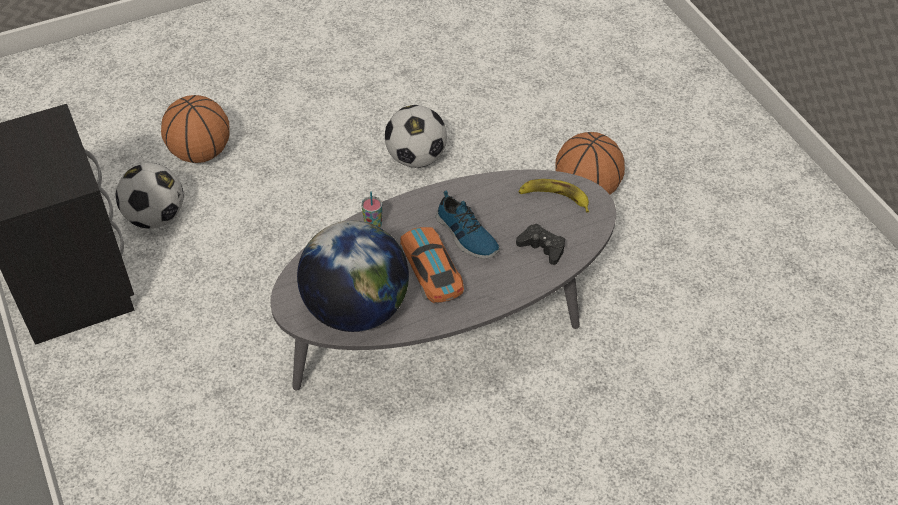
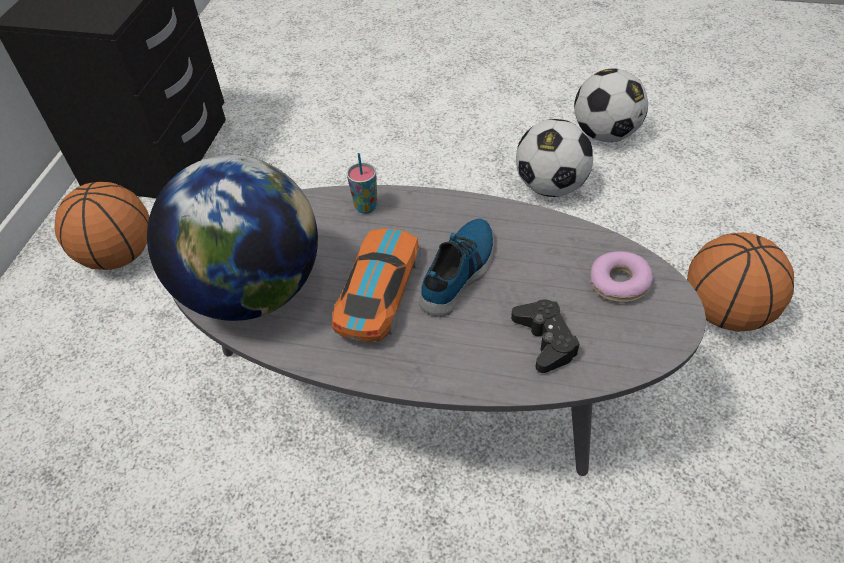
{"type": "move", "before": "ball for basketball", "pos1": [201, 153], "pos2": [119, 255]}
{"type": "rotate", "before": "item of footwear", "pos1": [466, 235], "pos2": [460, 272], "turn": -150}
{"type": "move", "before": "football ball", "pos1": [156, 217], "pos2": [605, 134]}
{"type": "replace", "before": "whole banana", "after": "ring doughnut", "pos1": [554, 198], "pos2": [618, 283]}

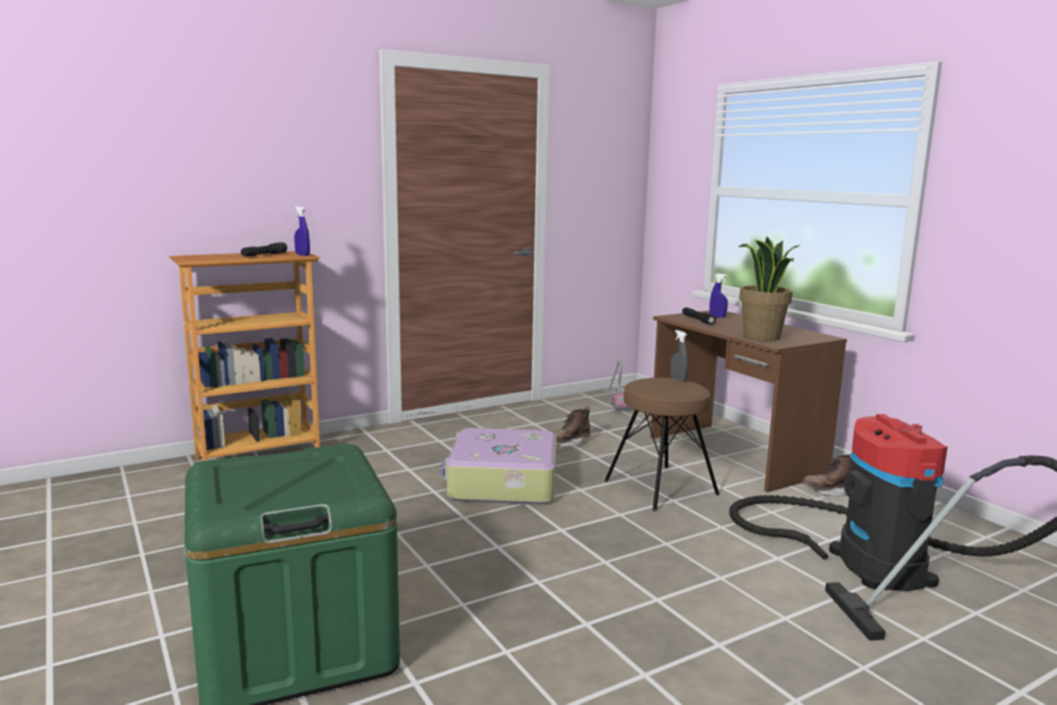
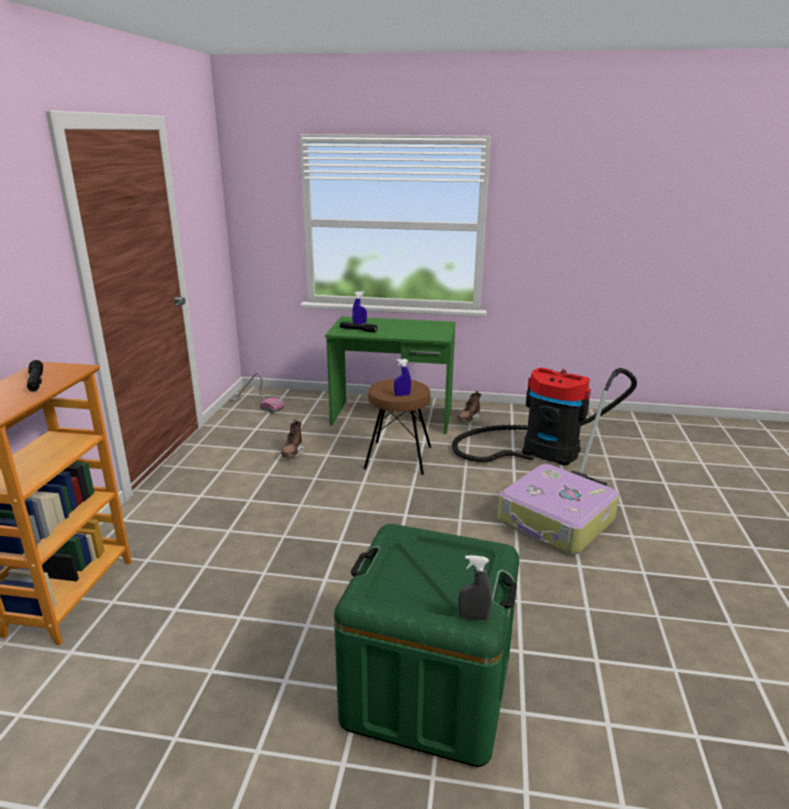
{"type": "recolor", "before": "brown-coloured desk unit", "after": "greenish desk unit", "pos1": [733, 455], "pos2": [392, 417]}
{"type": "move", "before": "bluish sprayer", "pos1": [302, 255], "pos2": [402, 395]}
{"type": "move", "before": "grey sprayer", "pos1": [678, 379], "pos2": [473, 617]}
{"type": "move", "before": "suitcase", "pos1": [502, 483], "pos2": [555, 521]}
{"type": "delete", "before": "plant in a pot", "pos1": [762, 337]}

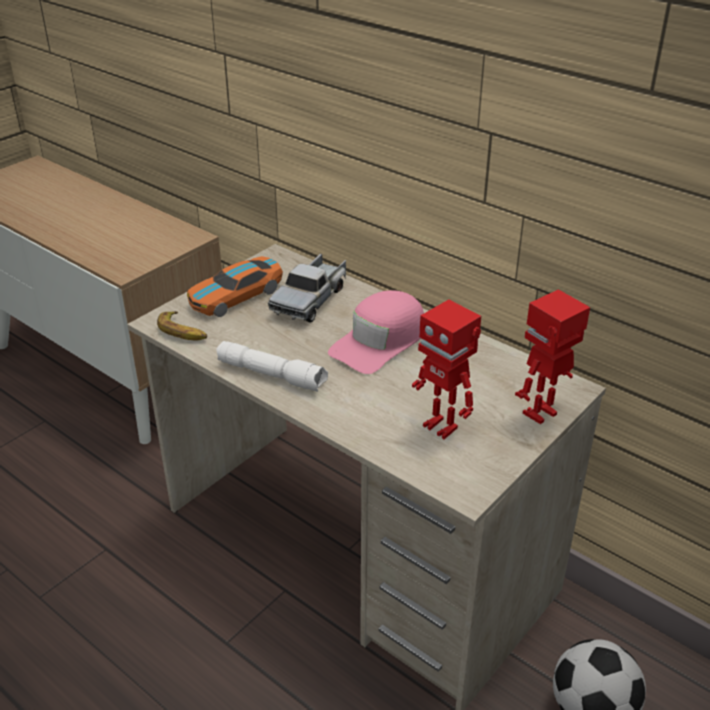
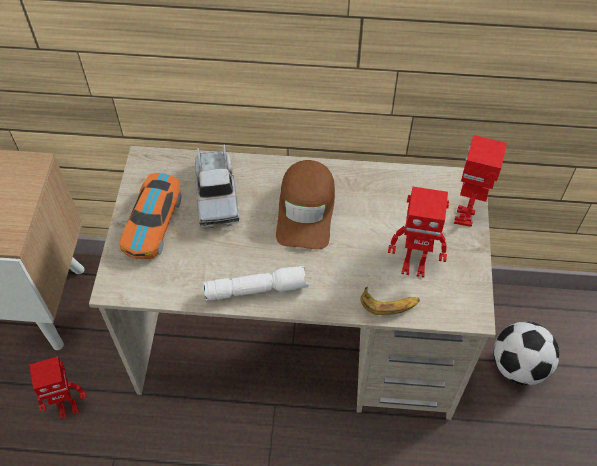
{"type": "insert", "after": "model robot", "pos2": [68, 408]}
{"type": "recolor", "before": "pink cap", "after": "brown-coloured cap", "pos1": [379, 342], "pos2": [306, 210]}
{"type": "move", "before": "whole banana", "pos1": [183, 332], "pos2": [389, 303]}

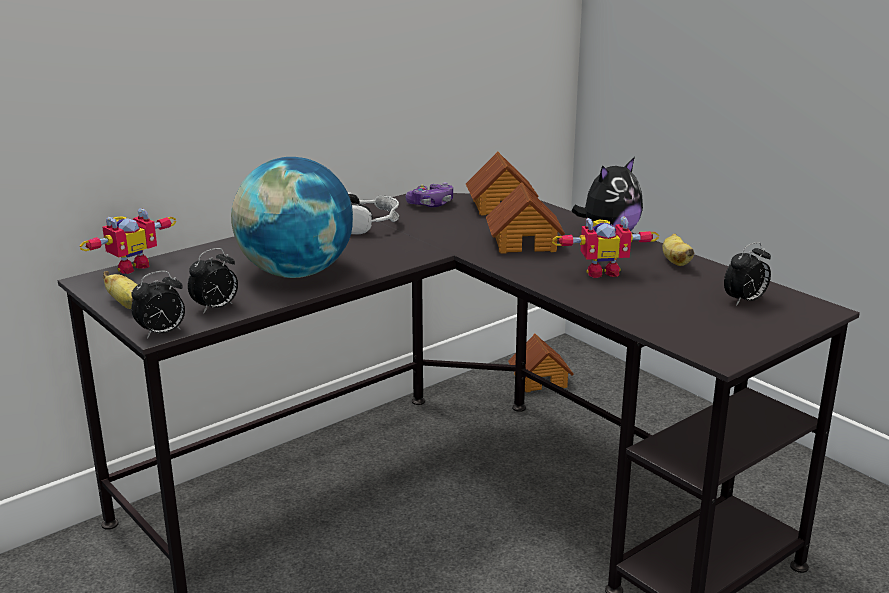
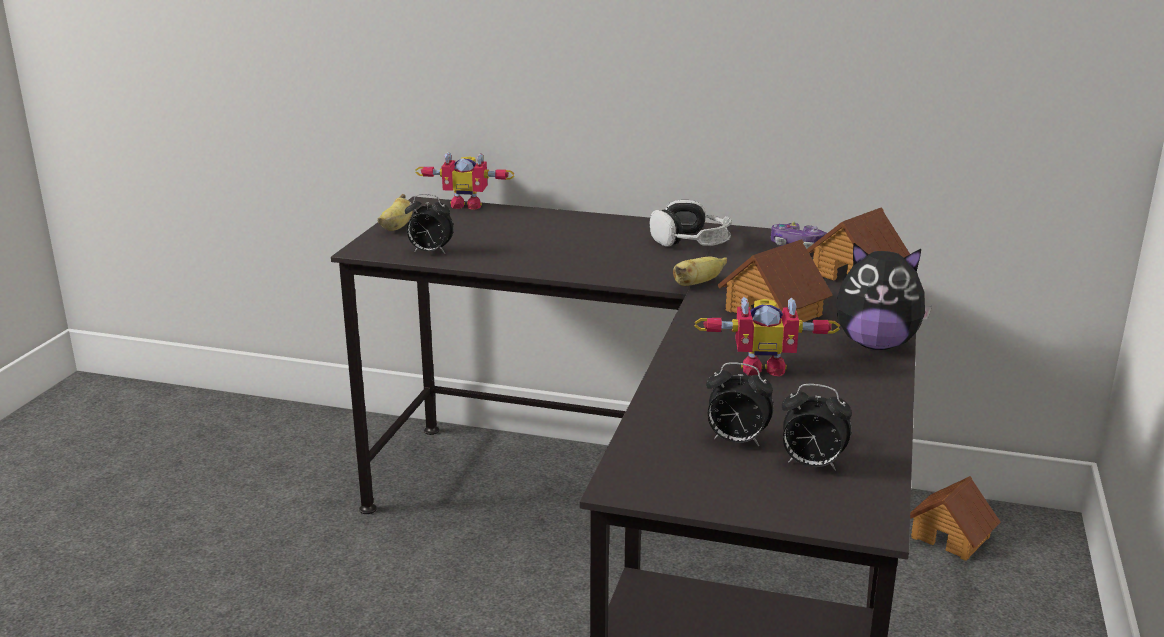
{"type": "move", "before": "whole banana", "pos1": [675, 262], "pos2": [697, 284]}
{"type": "rotate", "before": "model robot", "pos1": [601, 271], "pos2": [763, 367], "turn": -45}
{"type": "move", "before": "bedside clock", "pos1": [162, 333], "pos2": [736, 441]}
{"type": "delete", "before": "world globe", "pos1": [296, 273]}

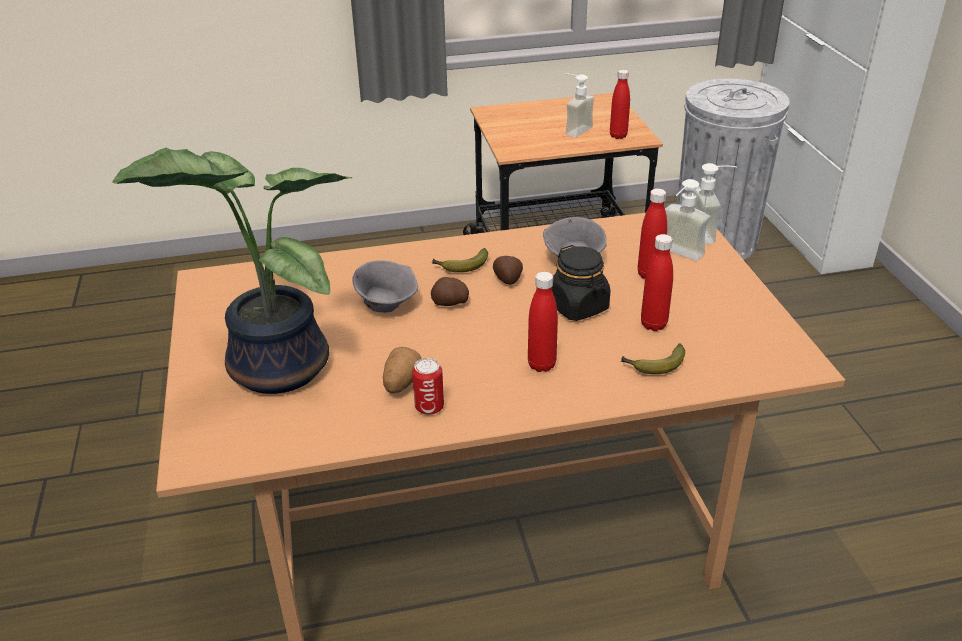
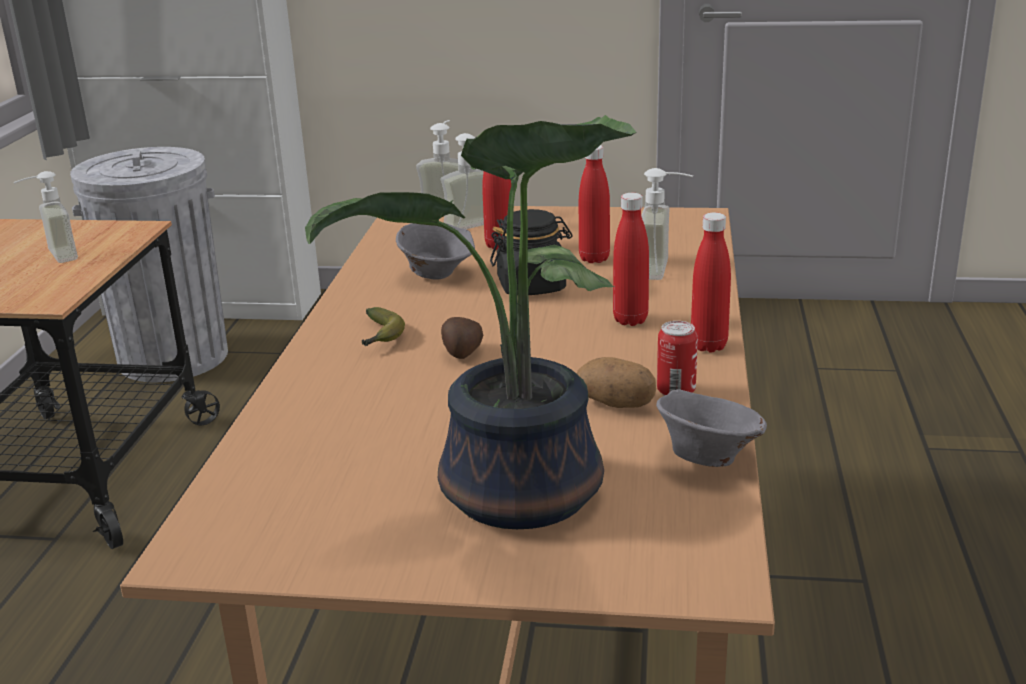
{"type": "replace", "before": "whole banana", "after": "soap dispenser", "pos1": [654, 366], "pos2": [665, 270]}
{"type": "move", "before": "grey serving bowl", "pos1": [387, 305], "pos2": [707, 457]}
{"type": "move", "before": "red-coloured beverage bottle", "pos1": [618, 136], "pos2": [708, 346]}
{"type": "delete", "before": "potato", "pos1": [508, 280]}

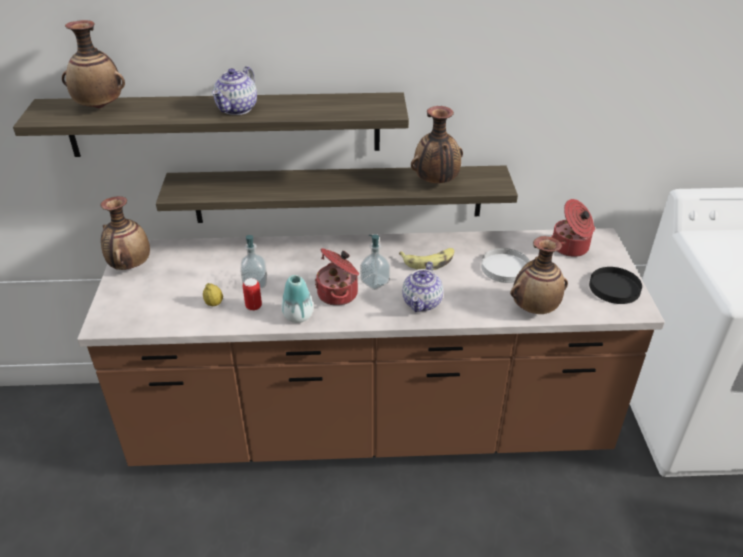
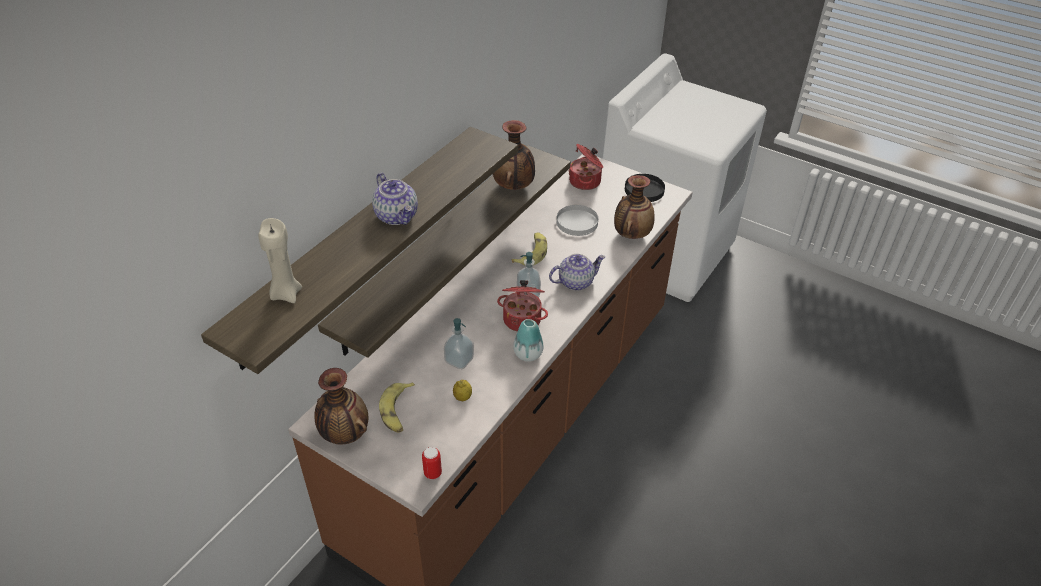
{"type": "replace", "before": "flower vase", "after": "sand-coloured wax candle", "pos1": [100, 107], "pos2": [286, 293]}
{"type": "insert", "after": "whole banana", "pos2": [398, 411]}
{"type": "move", "before": "can", "pos1": [253, 306], "pos2": [432, 473]}
{"type": "rotate", "before": "pot for tea", "pos1": [422, 303], "pos2": [576, 282], "turn": -75}

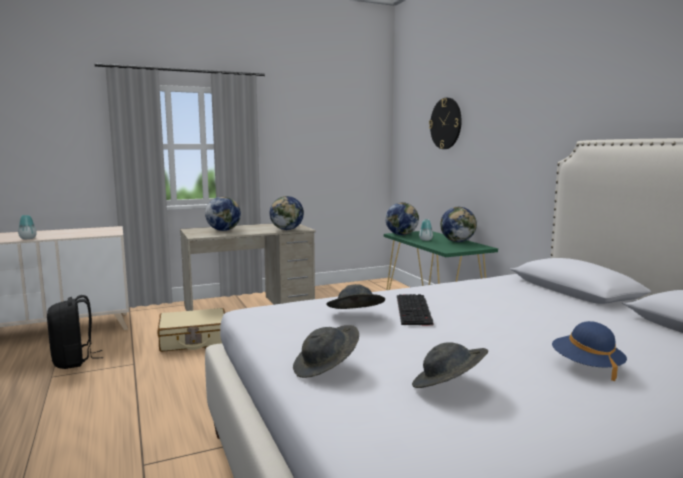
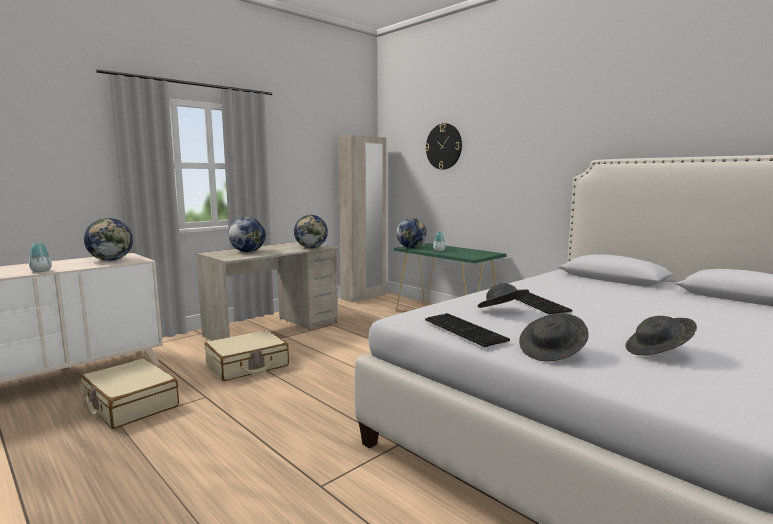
{"type": "replace", "before": "blackish rucksack", "after": "sand-coloured suitcase", "pos1": [74, 361], "pos2": [130, 404]}
{"type": "move", "before": "world globe", "pos1": [457, 241], "pos2": [111, 260]}
{"type": "insert", "after": "sand-coloured armoire", "pos2": [364, 297]}
{"type": "insert", "after": "PC keyboard", "pos2": [466, 330]}
{"type": "delete", "before": "bluish wearable hat", "pos1": [586, 367]}

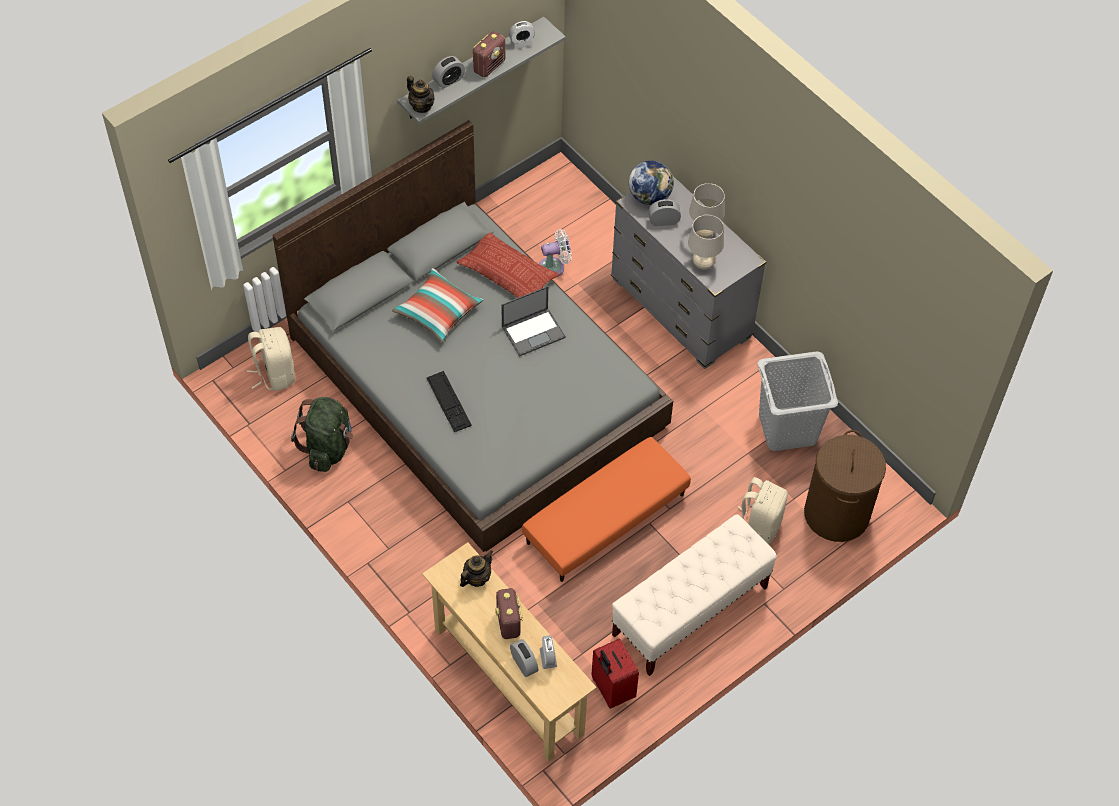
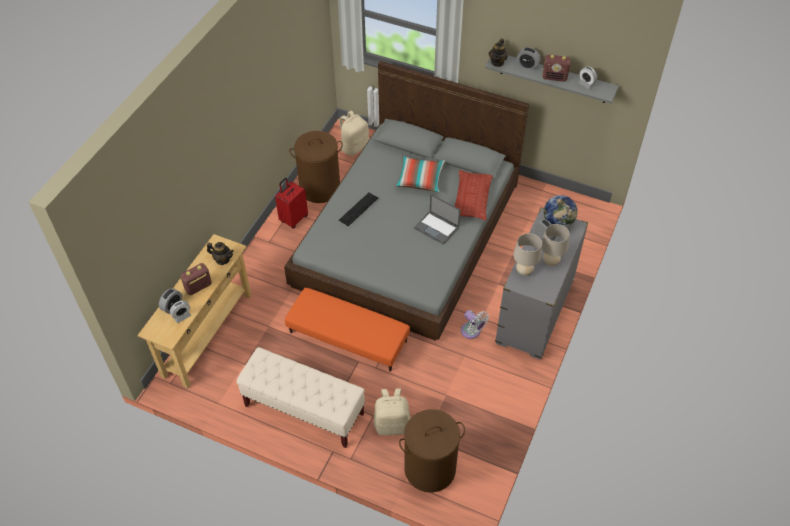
{"type": "move", "before": "red-coloured suitcase", "pos1": [611, 689], "pos2": [293, 219]}
{"type": "replace", "before": "greenish rucksack", "after": "brown-coloured washing basket", "pos1": [328, 447], "pos2": [320, 188]}
{"type": "move", "before": "whitish electric fan", "pos1": [554, 267], "pos2": [472, 332]}
{"type": "delete", "before": "grey washing basket", "pos1": [787, 428]}

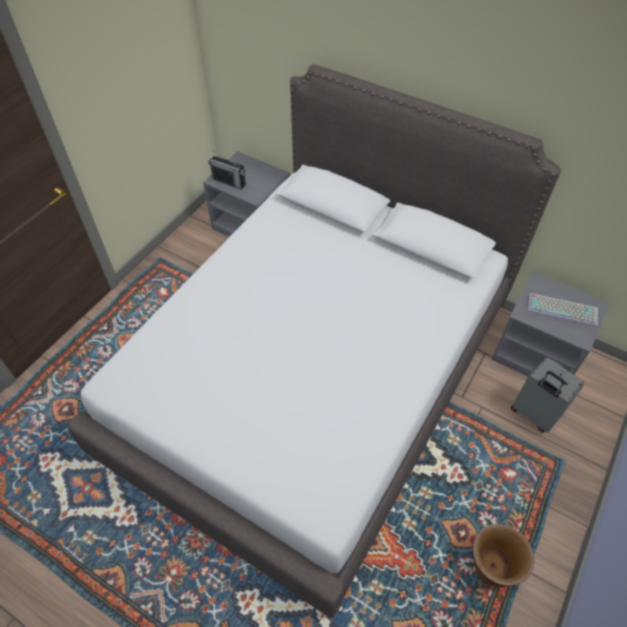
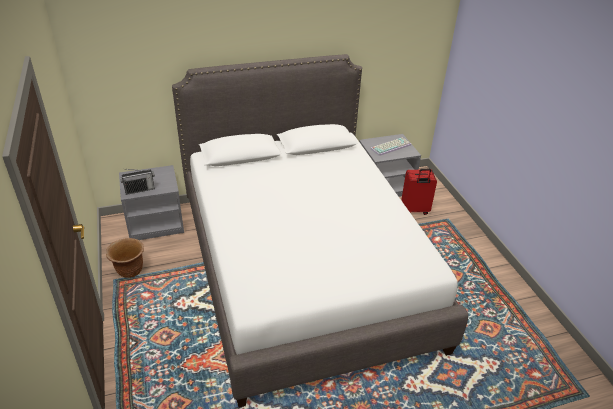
{"type": "move", "before": "brown-coloured planter", "pos1": [492, 567], "pos2": [129, 271]}
{"type": "recolor", "before": "grey suitcase", "after": "red-coloured suitcase", "pos1": [533, 414], "pos2": [414, 210]}

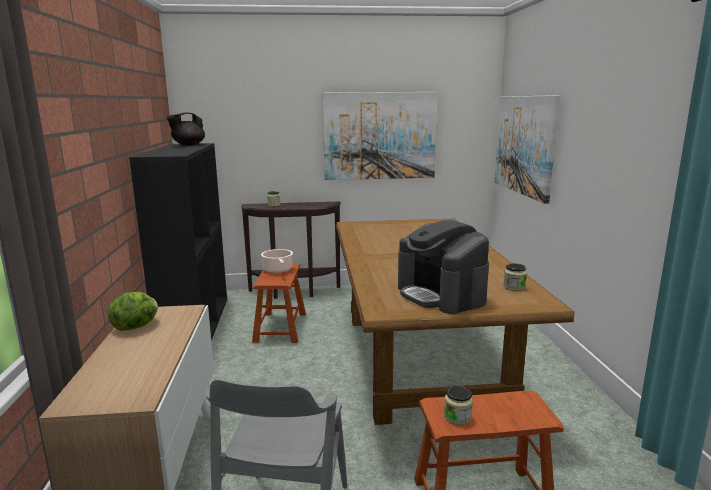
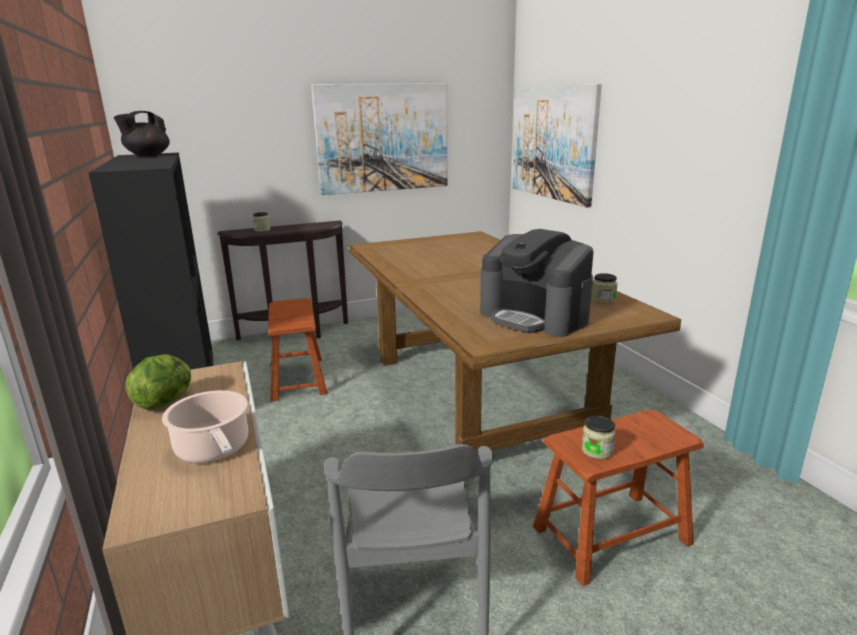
{"type": "move", "before": "saucepot", "pos1": [278, 270], "pos2": [213, 449]}

